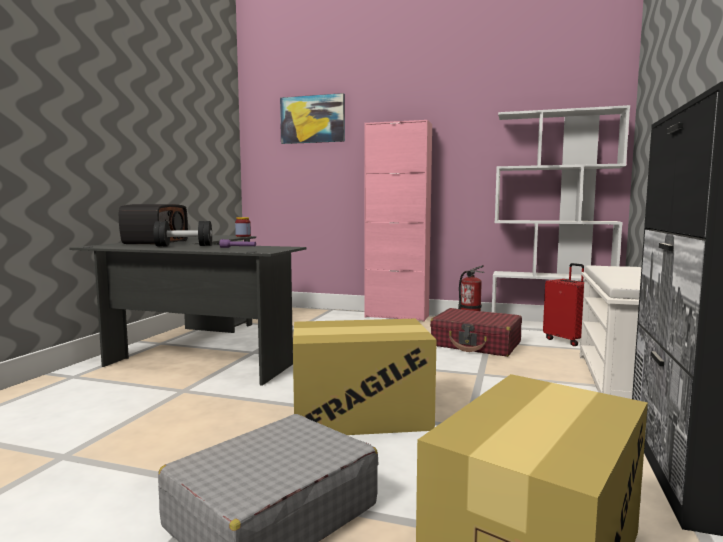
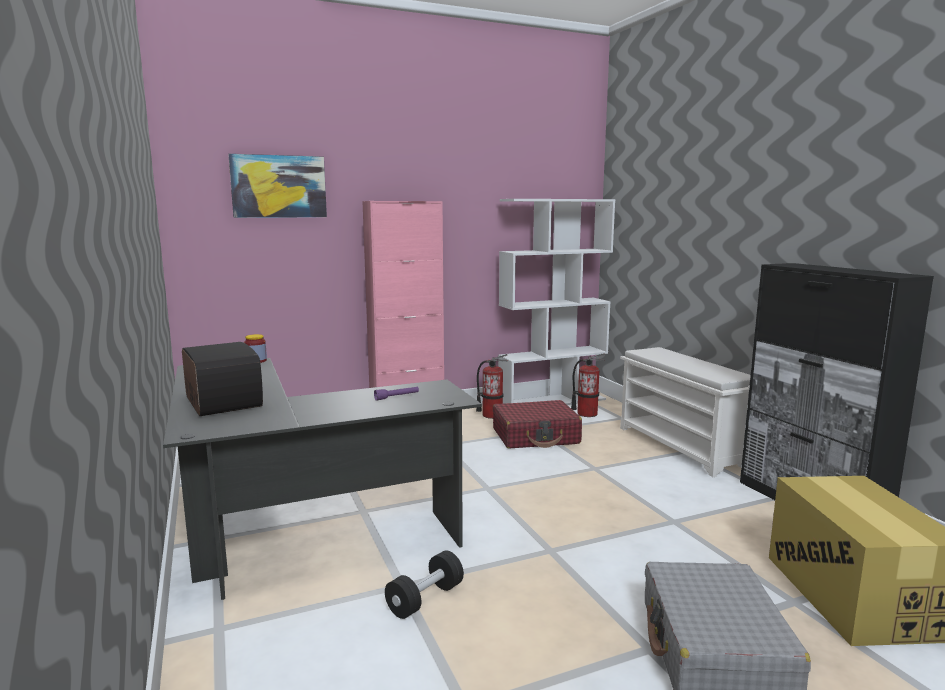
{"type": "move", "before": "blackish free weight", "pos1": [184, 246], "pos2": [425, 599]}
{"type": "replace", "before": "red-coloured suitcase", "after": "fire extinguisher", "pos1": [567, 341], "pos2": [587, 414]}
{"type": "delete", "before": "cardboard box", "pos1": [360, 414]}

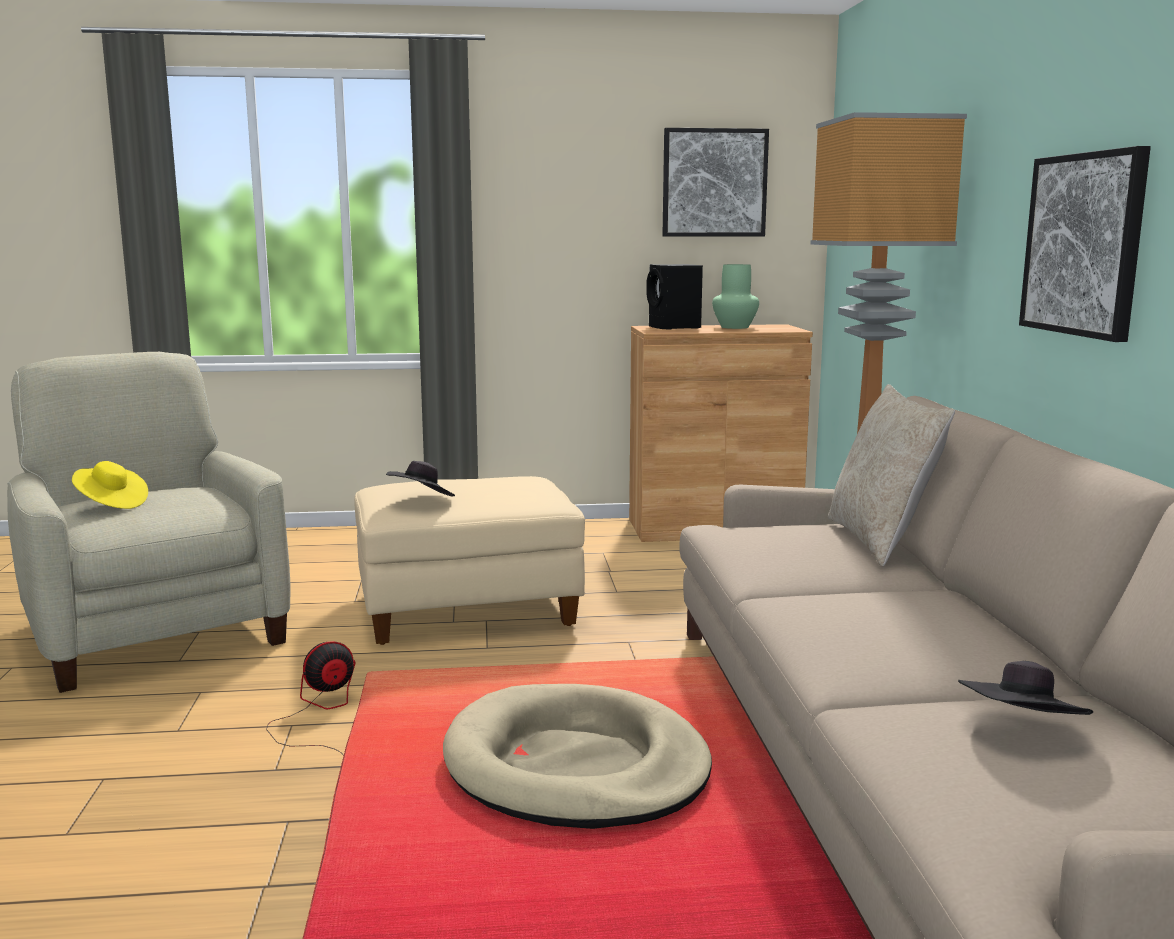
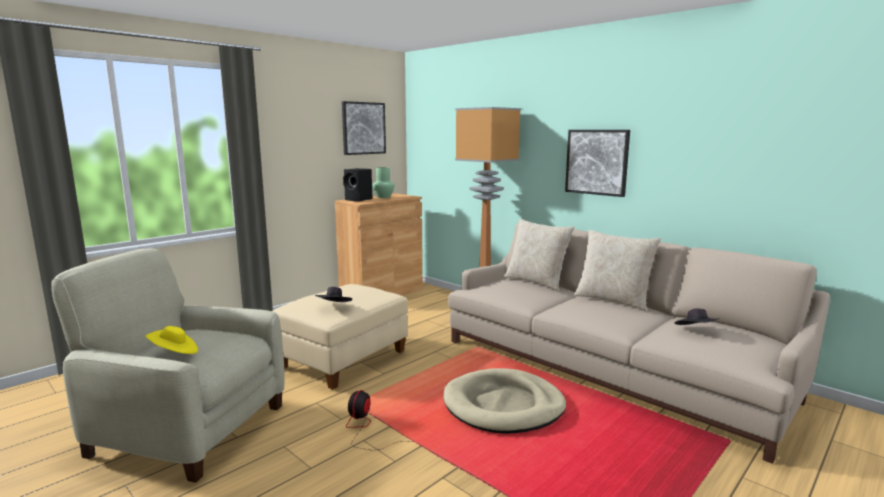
{"type": "insert", "after": "sand-coloured throw pillow", "pos2": [613, 300]}

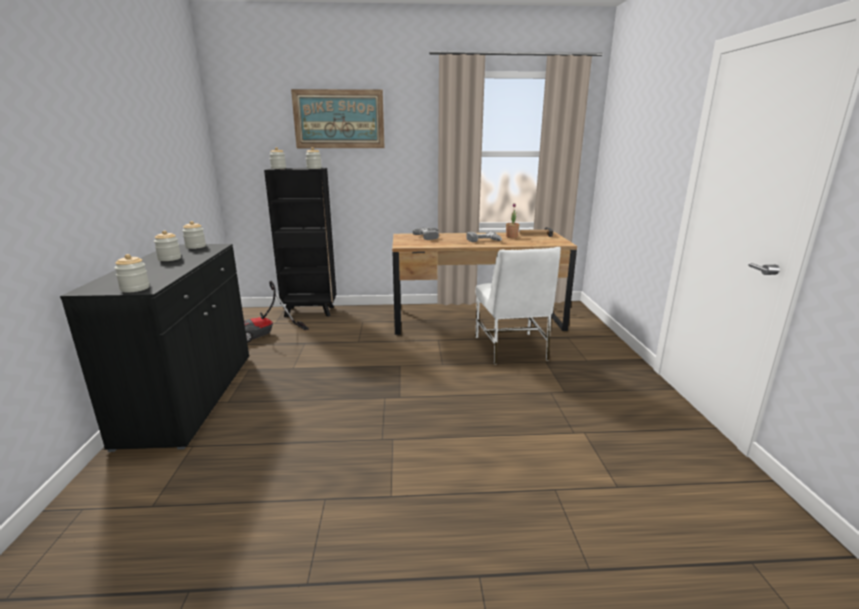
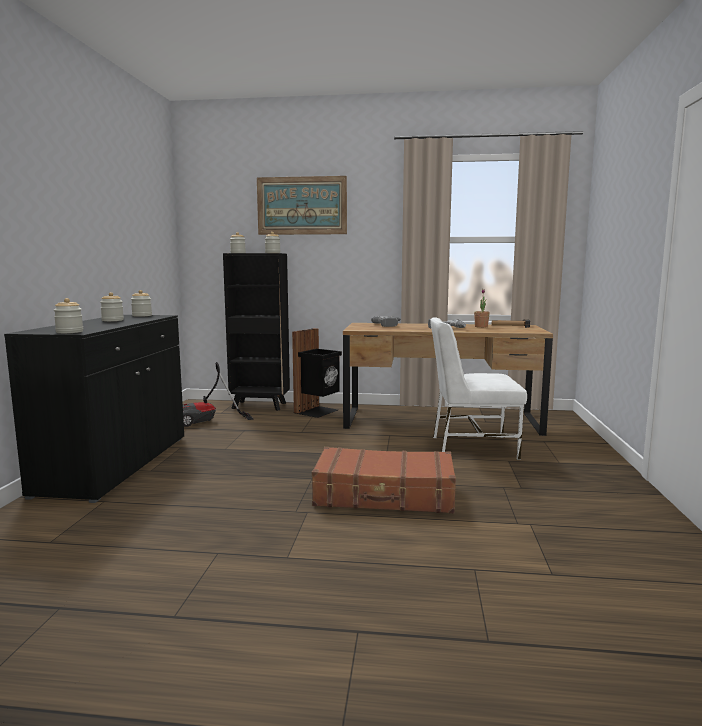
{"type": "insert", "after": "blackish trash can", "pos2": [318, 411]}
{"type": "insert", "after": "brown-coloured suitcase", "pos2": [384, 495]}
{"type": "rotate", "before": "whitish plain chair", "pos1": [511, 348], "pos2": [471, 447], "turn": 90}

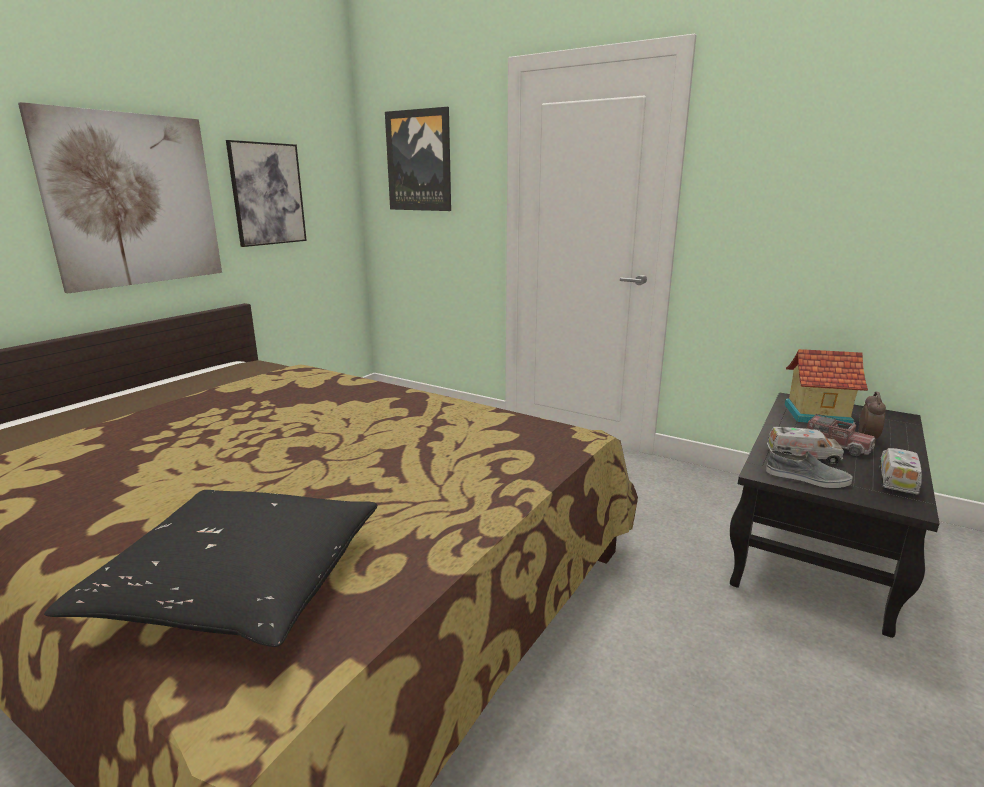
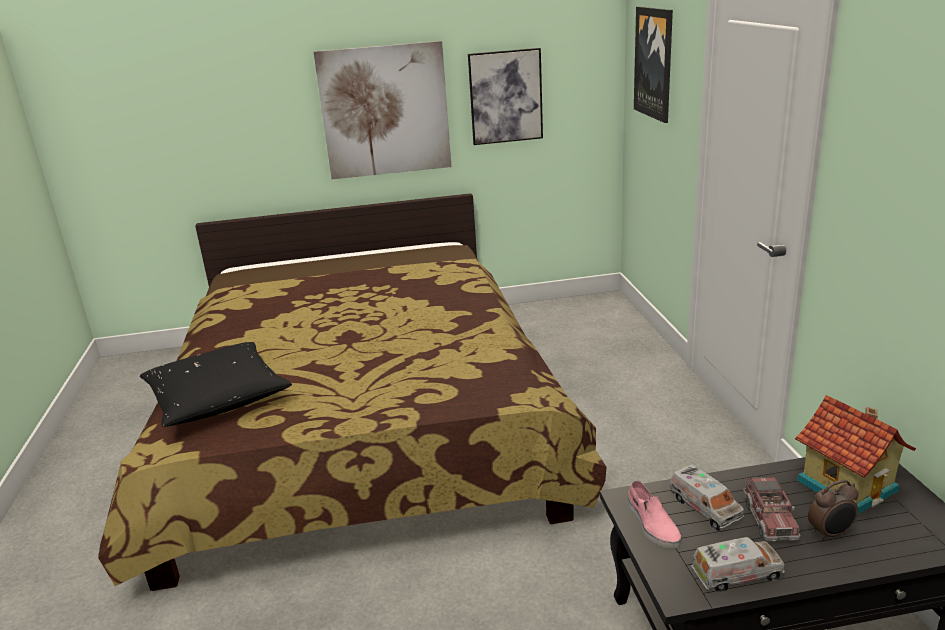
{"type": "recolor", "before": "grey item of footwear", "after": "pink item of footwear", "pos1": [807, 478], "pos2": [652, 524]}

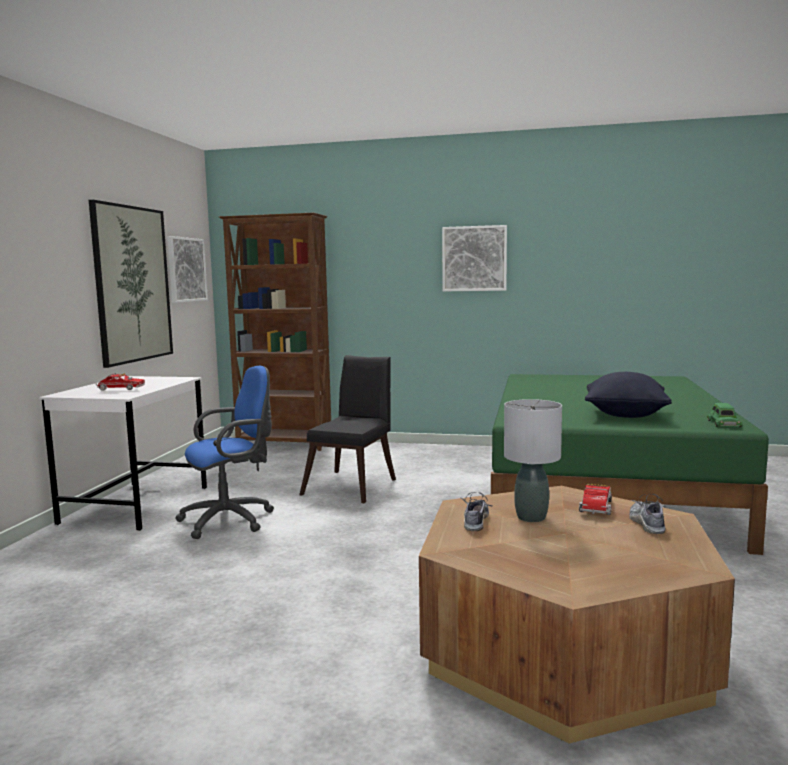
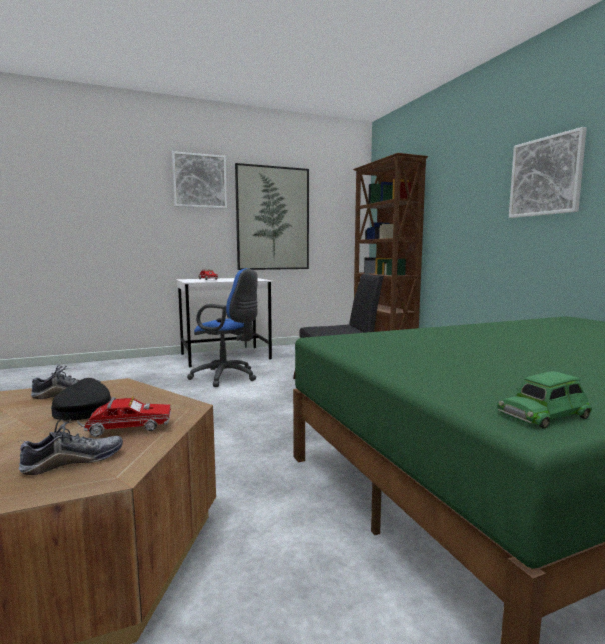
{"type": "replace", "before": "grey table lamp", "after": "blackish cap", "pos1": [531, 517], "pos2": [83, 409]}
{"type": "move", "before": "wall art", "pos1": [186, 269], "pos2": [199, 181]}
{"type": "delete", "before": "blackish throw pillow", "pos1": [625, 415]}

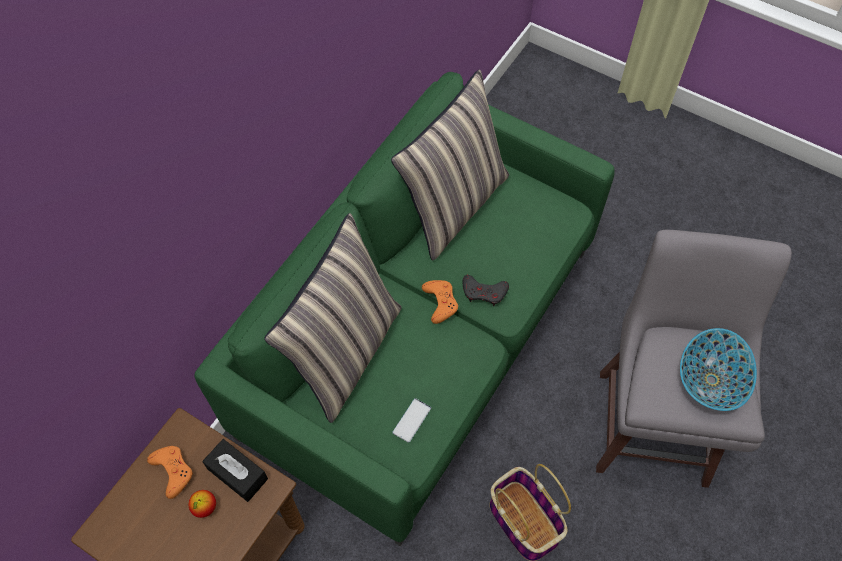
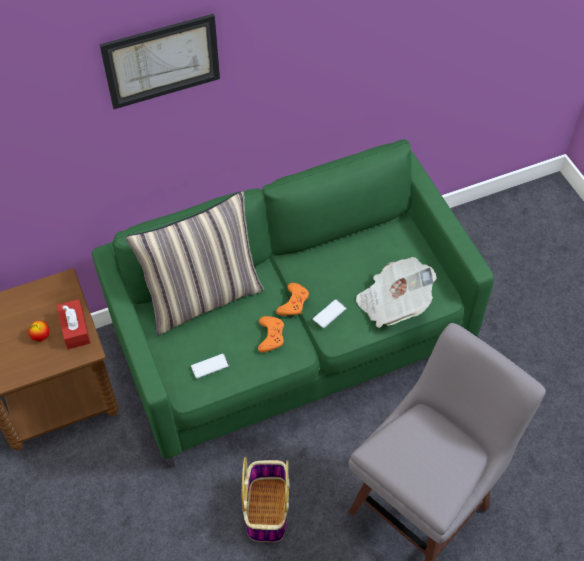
{"type": "recolor", "before": "blackish tissue holder", "after": "red-coloured tissue holder", "pos1": [237, 474], "pos2": [75, 329]}
{"type": "insert", "after": "wall art", "pos2": [161, 61]}
{"type": "move", "before": "orangey gamepad", "pos1": [172, 471], "pos2": [271, 336]}
{"type": "replace", "before": "grey gamepad", "after": "phone", "pos1": [484, 292], "pos2": [329, 314]}
{"type": "insert", "after": "newspaper", "pos2": [393, 303]}
{"type": "delete", "before": "throw pillow", "pos1": [453, 205]}
{"type": "delete", "before": "serving bowl", "pos1": [710, 380]}

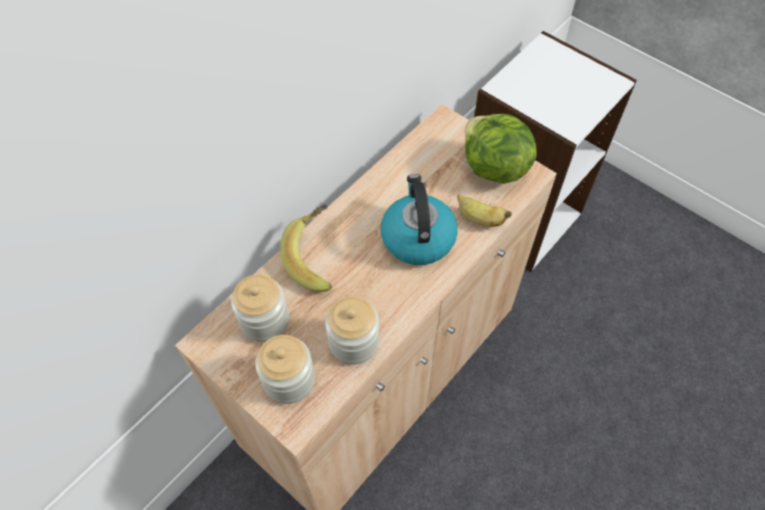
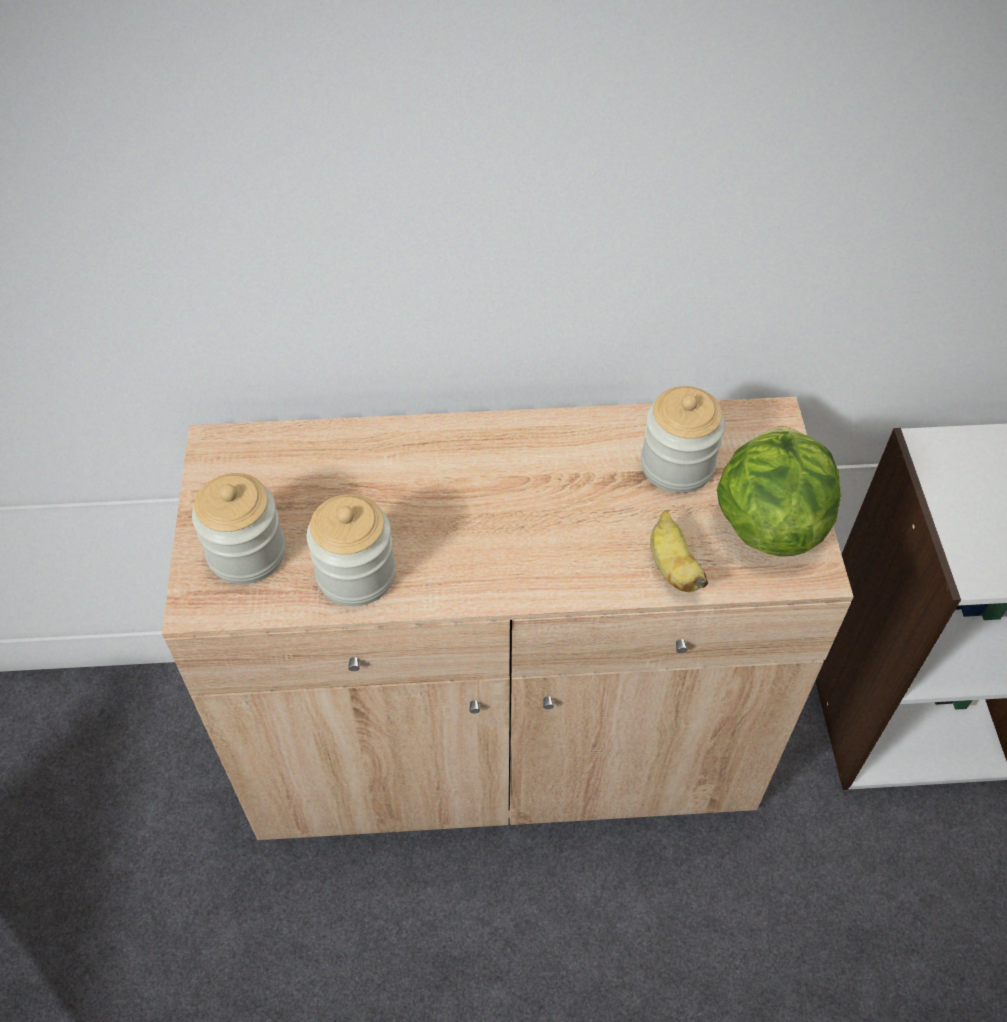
{"type": "move", "before": "jar", "pos1": [264, 320], "pos2": [677, 465]}
{"type": "delete", "before": "whole banana", "pos1": [317, 258]}
{"type": "delete", "before": "water kettle", "pos1": [417, 237]}

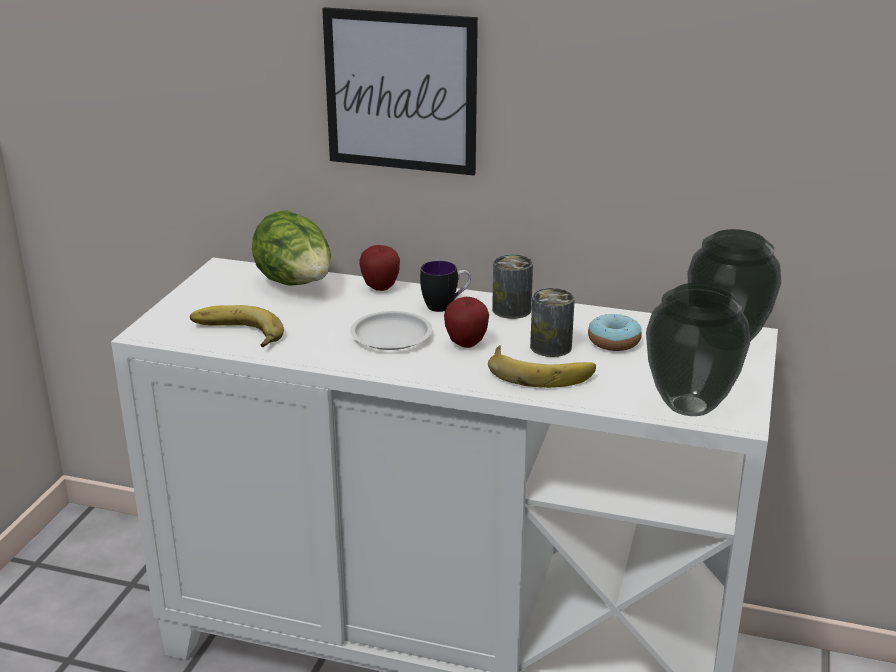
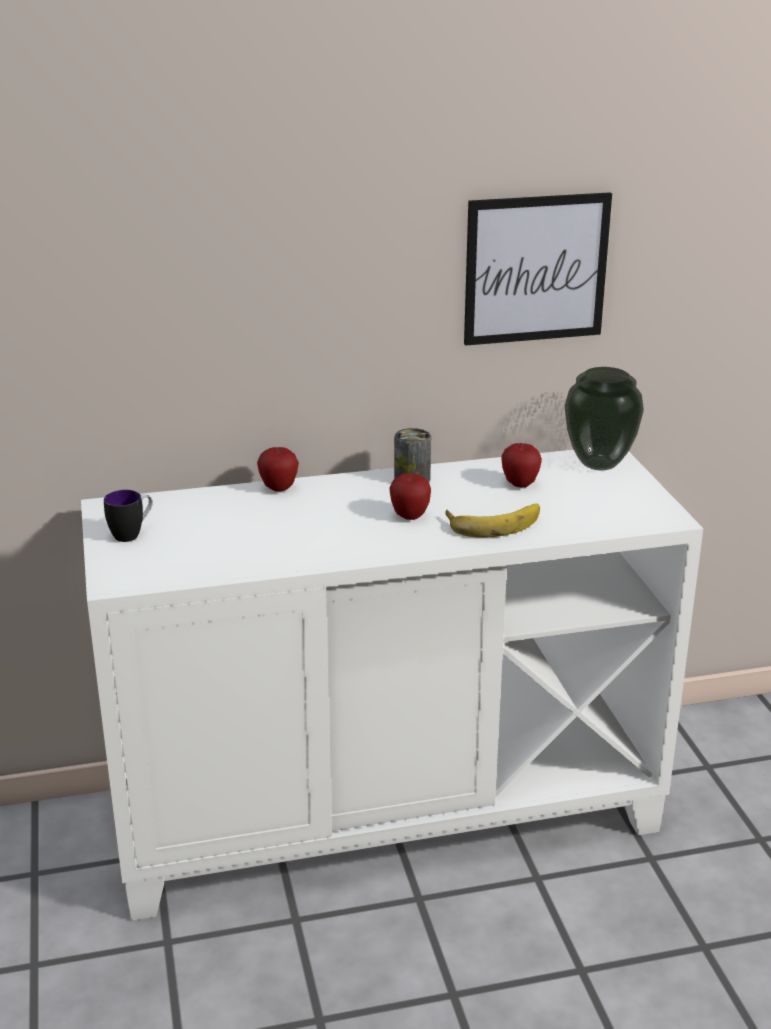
{"type": "move", "before": "mug", "pos1": [445, 306], "pos2": [132, 534]}
{"type": "move", "before": "wall art", "pos1": [401, 91], "pos2": [536, 269]}
{"type": "replace", "before": "ring doughnut", "after": "apple fruit", "pos1": [614, 341], "pos2": [520, 484]}
{"type": "delete", "before": "whole banana", "pos1": [235, 335]}
{"type": "delete", "before": "lettuce head", "pos1": [296, 285]}
{"type": "delete", "before": "whitish plate", "pos1": [392, 336]}
{"type": "delete", "before": "can", "pos1": [551, 347]}
{"type": "delete", "before": "flower vase", "pos1": [688, 407]}

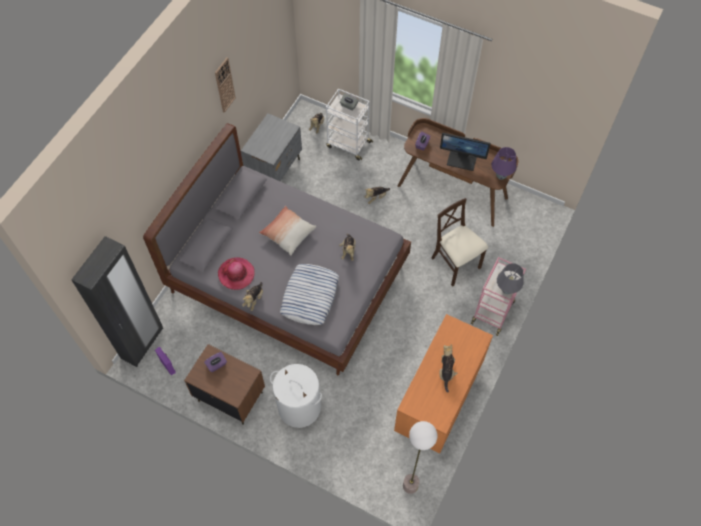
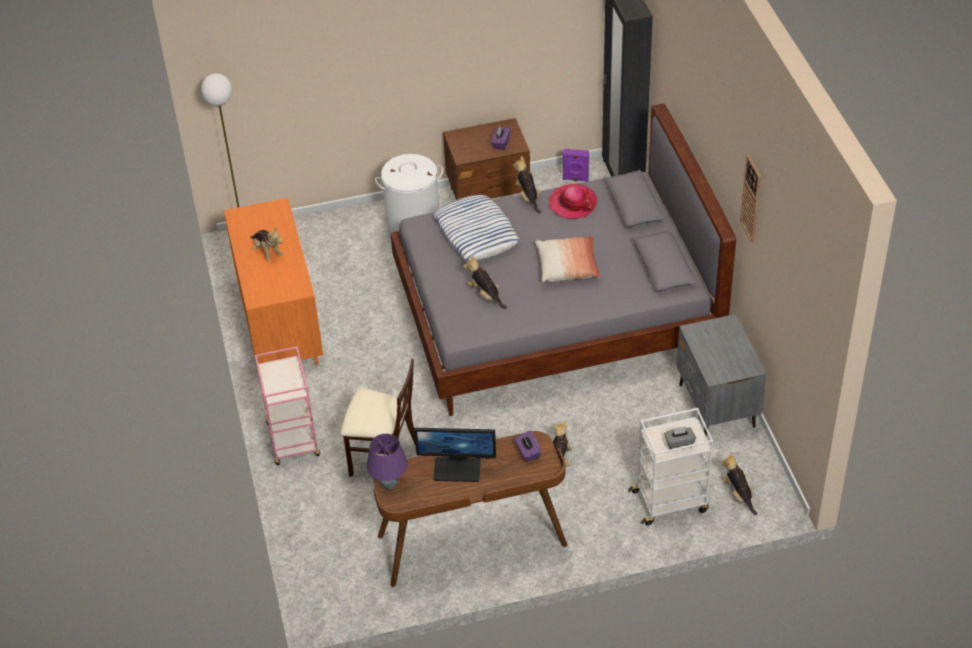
{"type": "rotate", "before": "computer display", "pos1": [462, 160], "pos2": [457, 468], "turn": -150}
{"type": "delete", "before": "grey table lamp", "pos1": [507, 290]}

